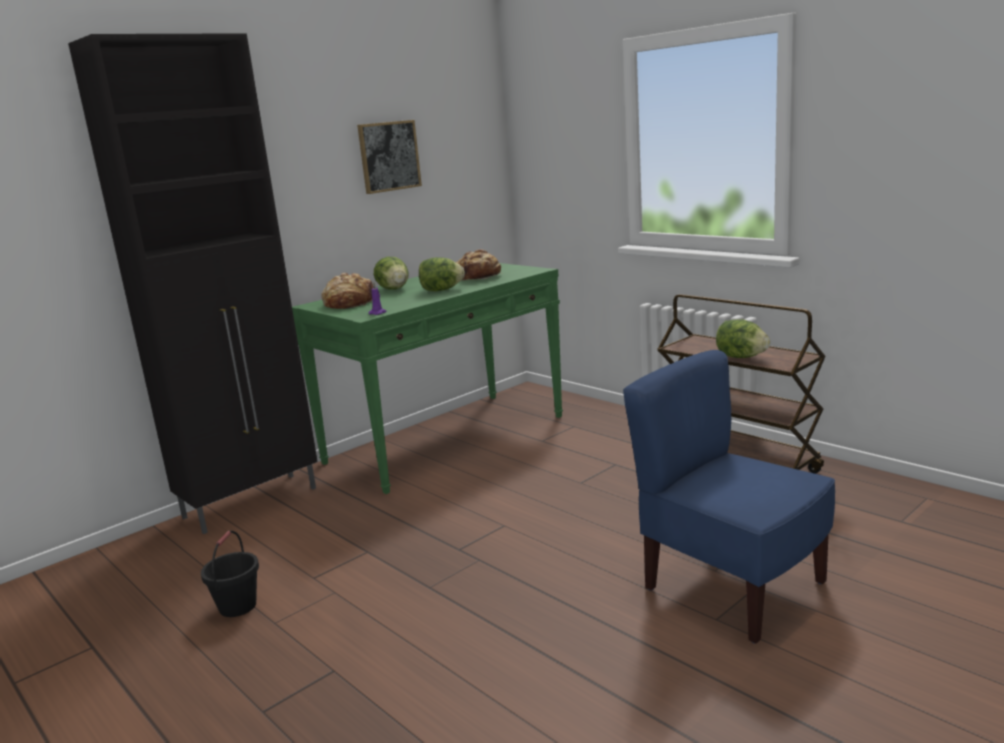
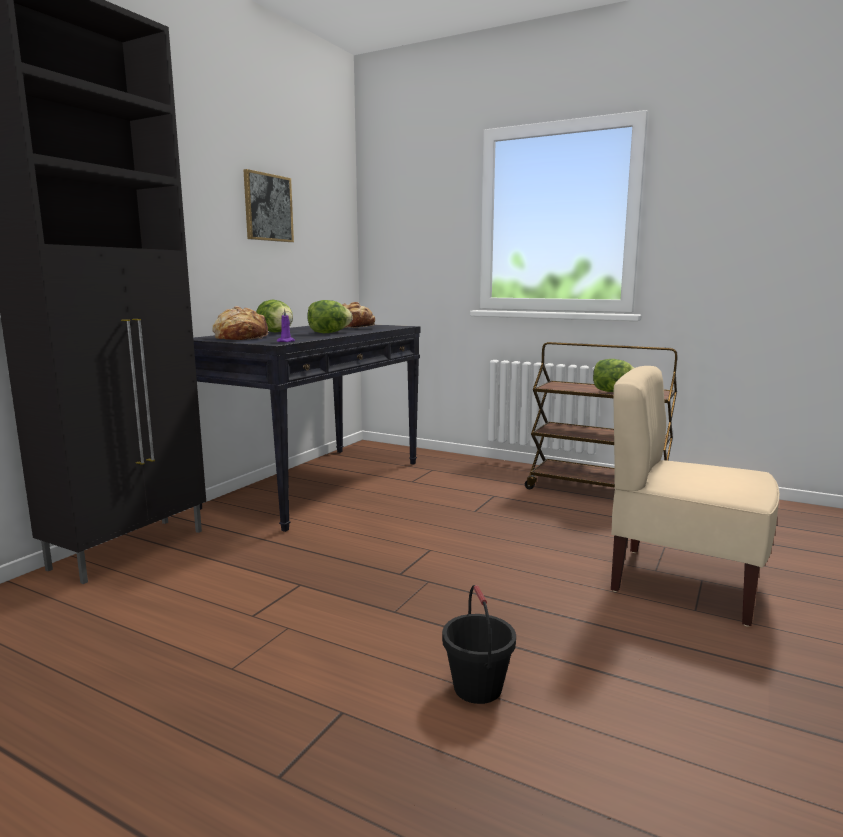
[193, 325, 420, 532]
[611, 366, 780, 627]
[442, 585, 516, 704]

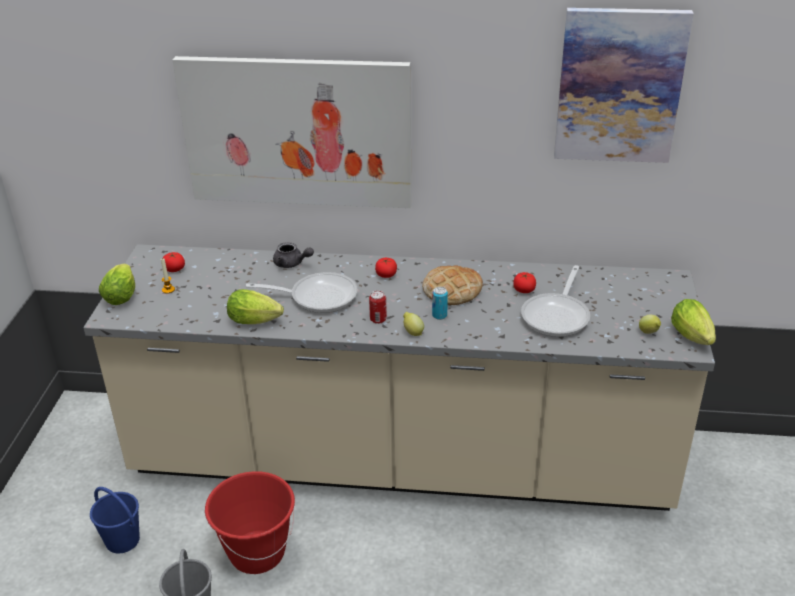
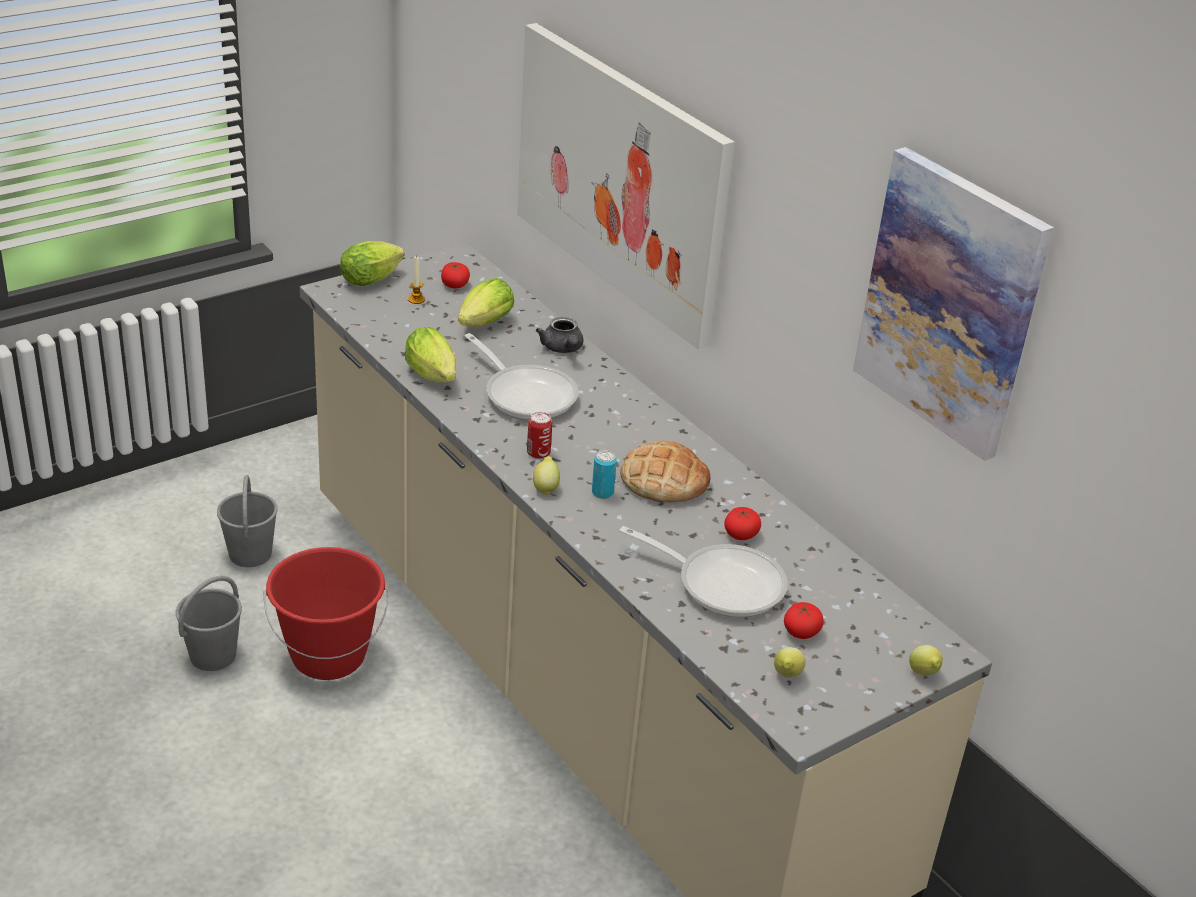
[784, 602, 824, 639]
[619, 526, 788, 617]
[458, 278, 514, 327]
[217, 475, 278, 567]
[909, 645, 943, 676]

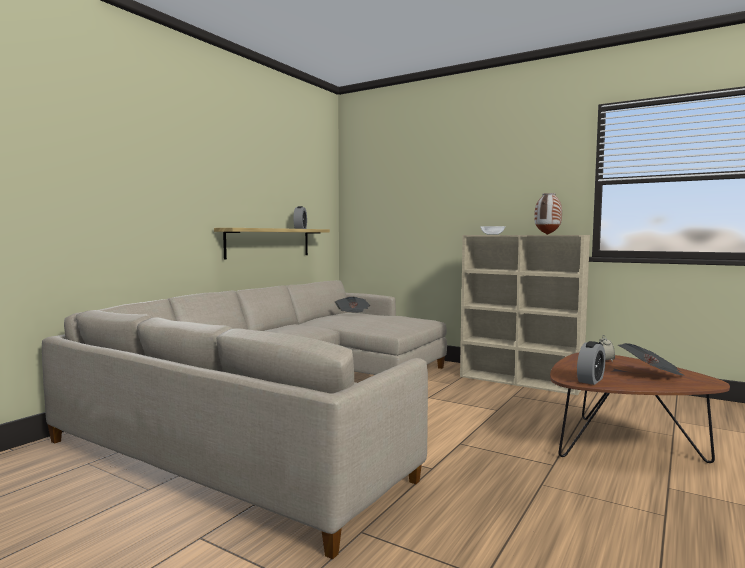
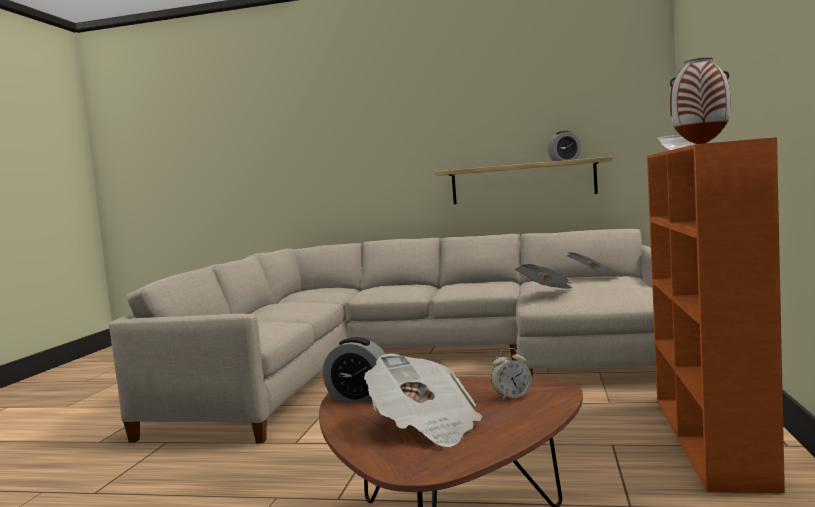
[647, 137, 785, 493]
[515, 264, 573, 289]

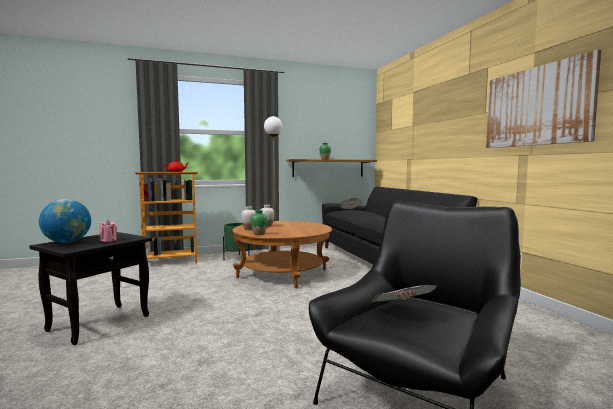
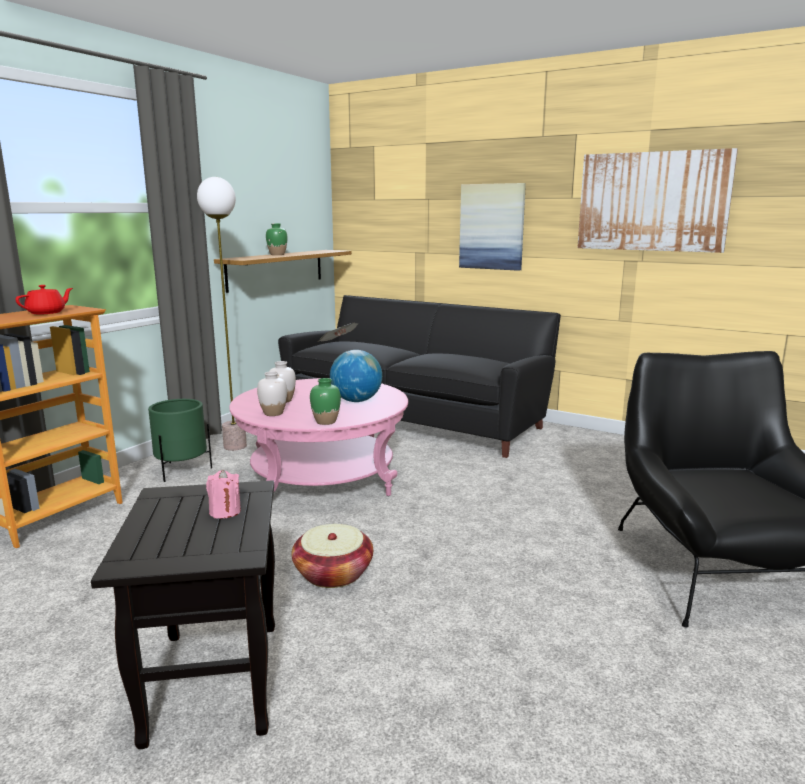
[330, 350, 382, 402]
[229, 378, 408, 496]
[371, 285, 437, 302] (first image)
[459, 183, 526, 271]
[291, 524, 373, 588]

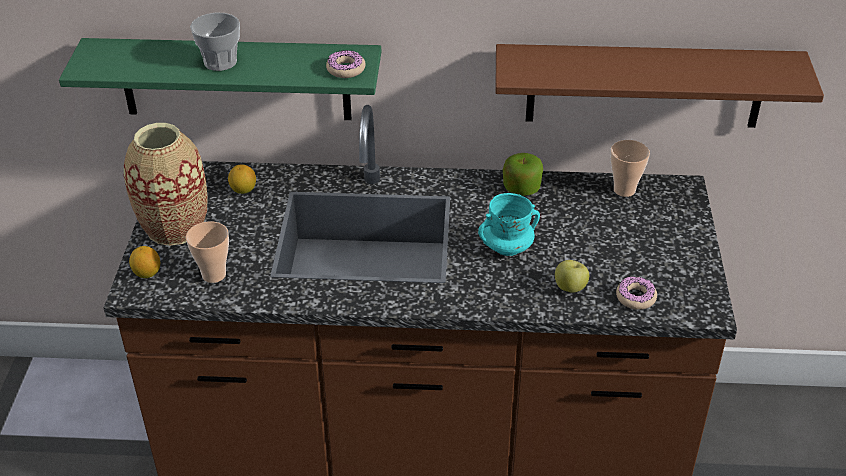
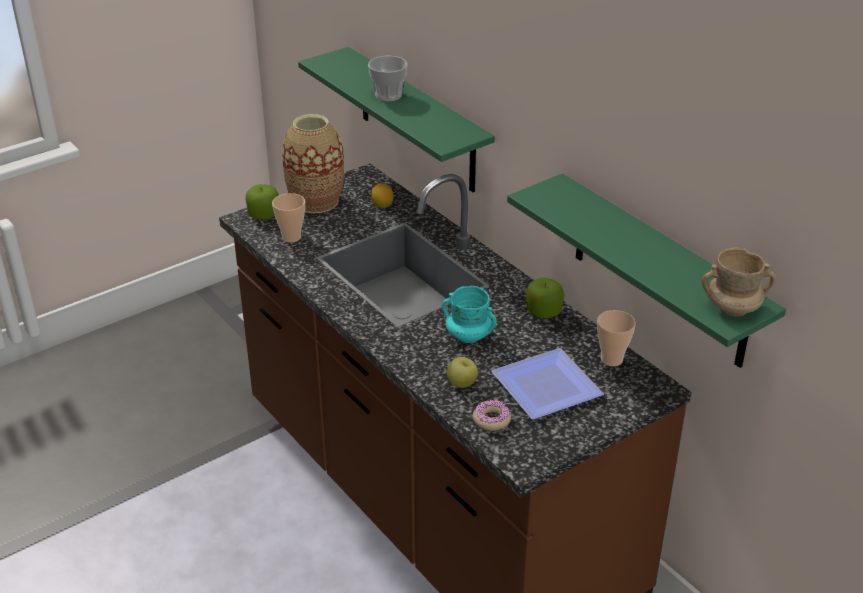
[507, 173, 786, 368]
[326, 50, 366, 78] (first image)
[245, 184, 279, 219]
[702, 248, 776, 316]
[491, 348, 604, 420]

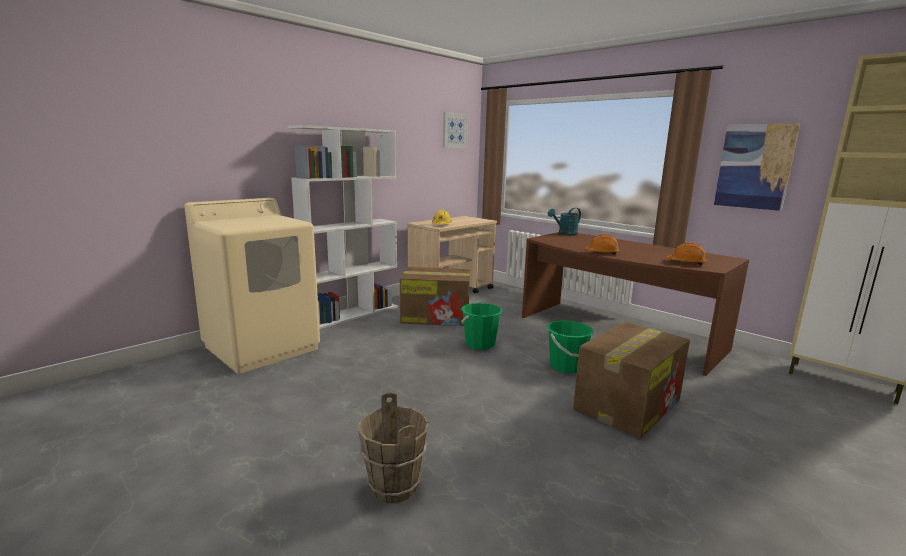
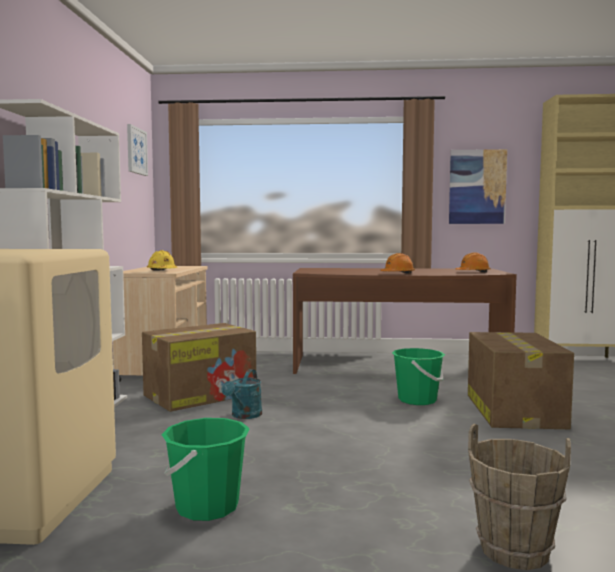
[222, 369, 262, 419]
[162, 418, 249, 521]

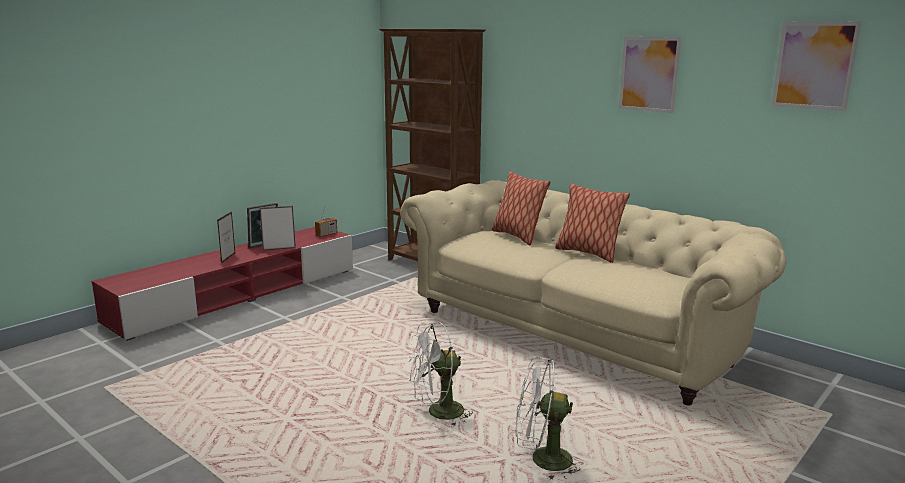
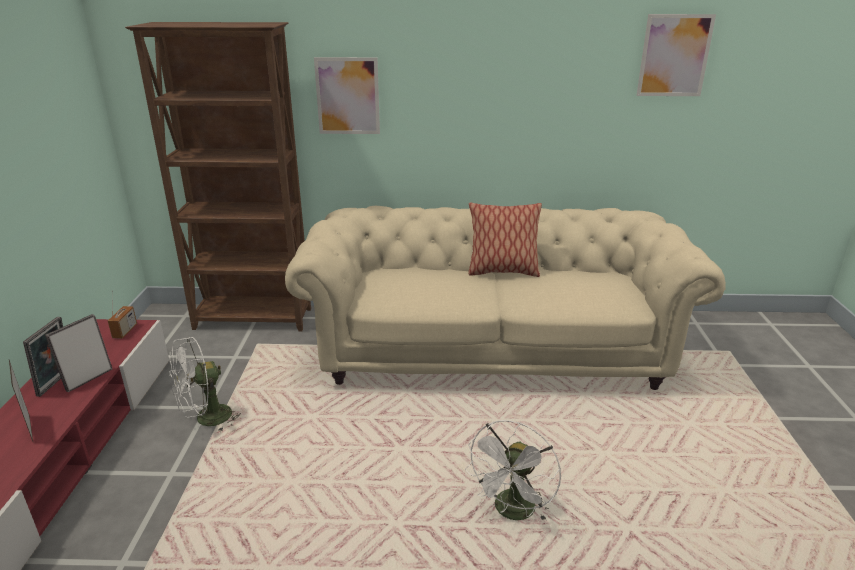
[314, 57, 380, 134]
[492, 171, 550, 245] (first image)
[170, 337, 241, 432]

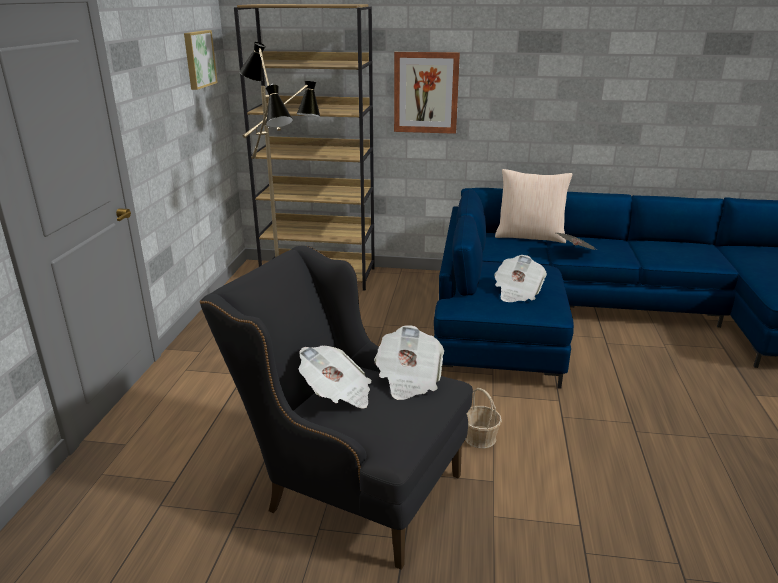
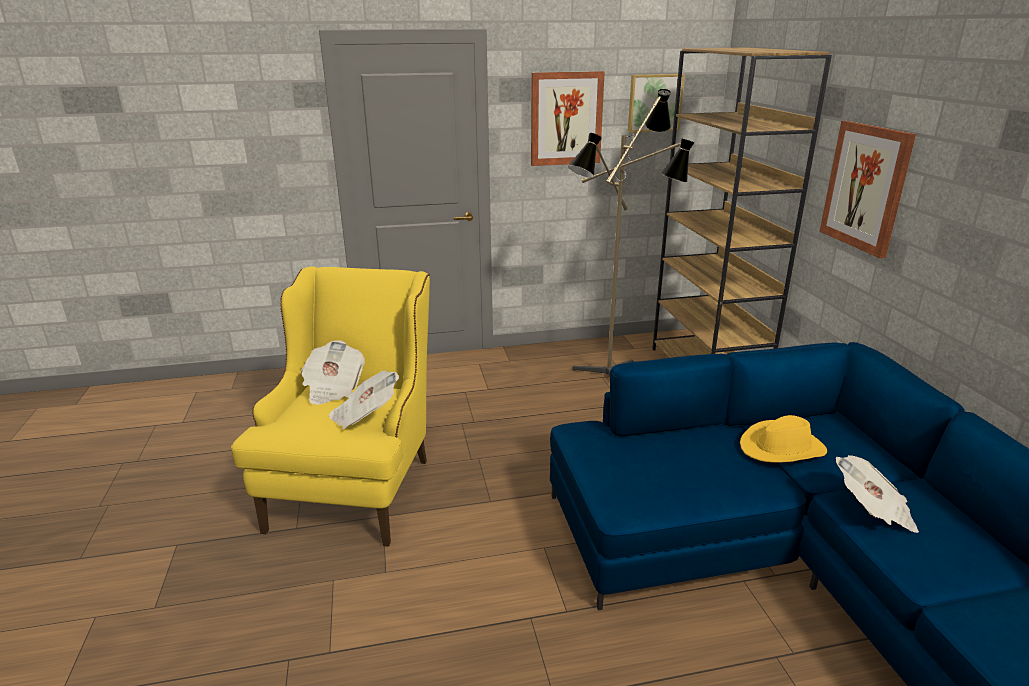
[495, 169, 573, 243] (first image)
[231, 267, 430, 547]
[494, 255, 547, 302] (first image)
[465, 388, 502, 448] (first image)
[531, 71, 605, 166]
[740, 415, 827, 463]

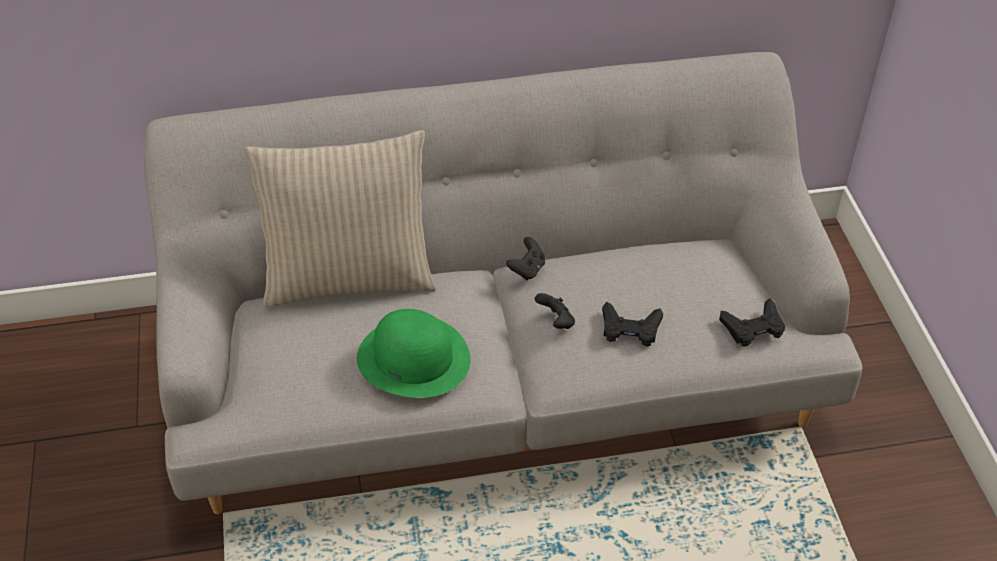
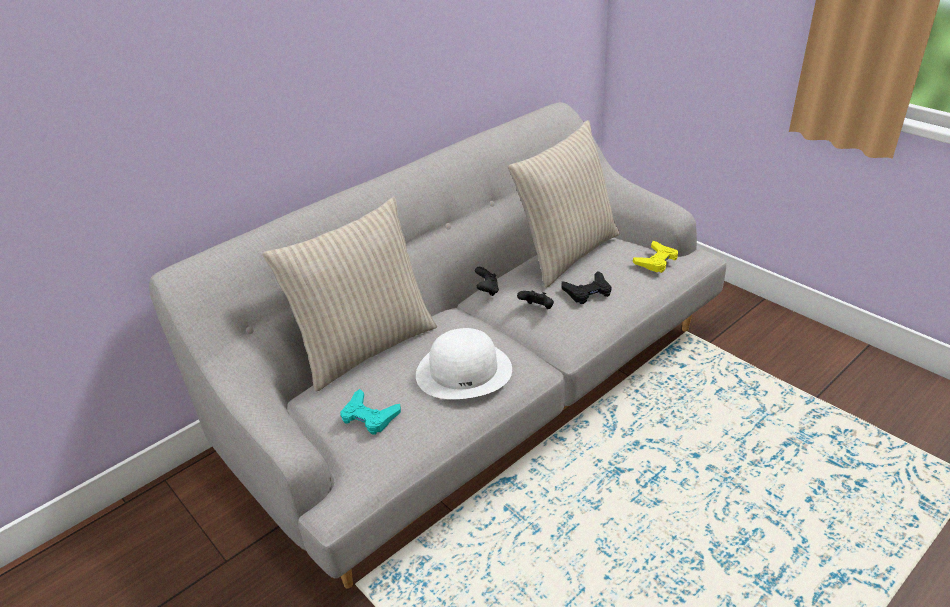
[633, 241, 678, 273]
[416, 328, 512, 399]
[508, 120, 619, 288]
[340, 389, 401, 435]

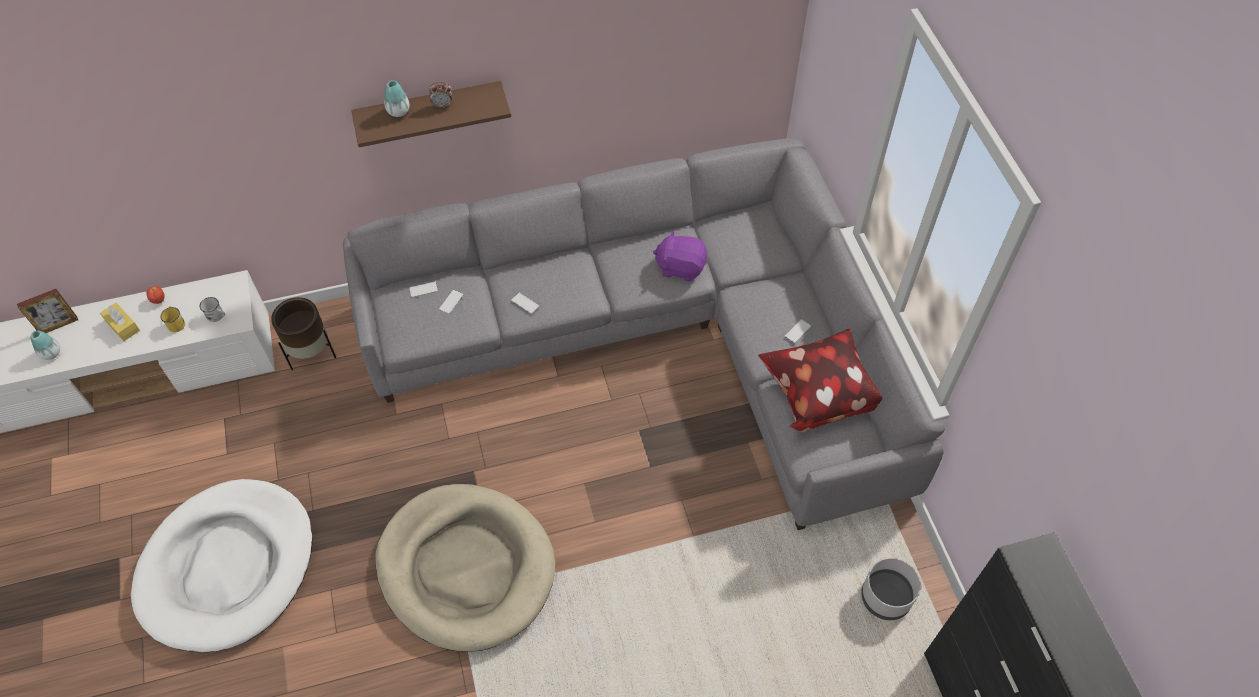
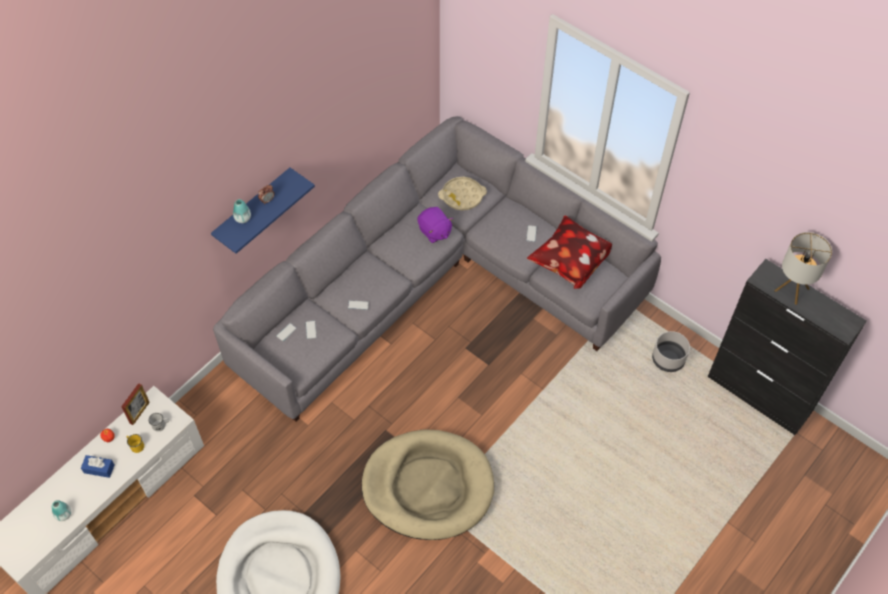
[211, 168, 315, 254]
[417, 207, 453, 243]
[121, 383, 150, 425]
[271, 297, 336, 370] (first image)
[81, 455, 114, 478]
[438, 177, 487, 210]
[774, 232, 832, 305]

